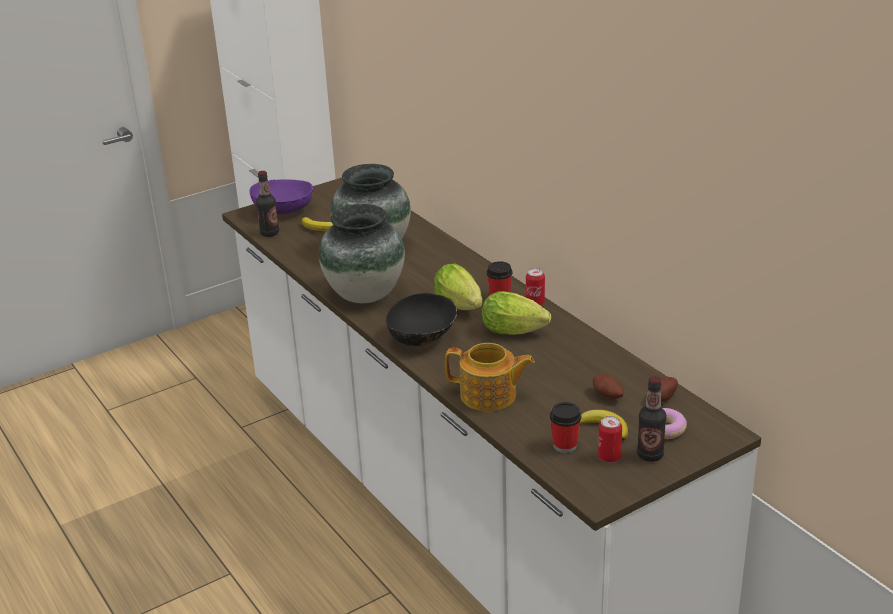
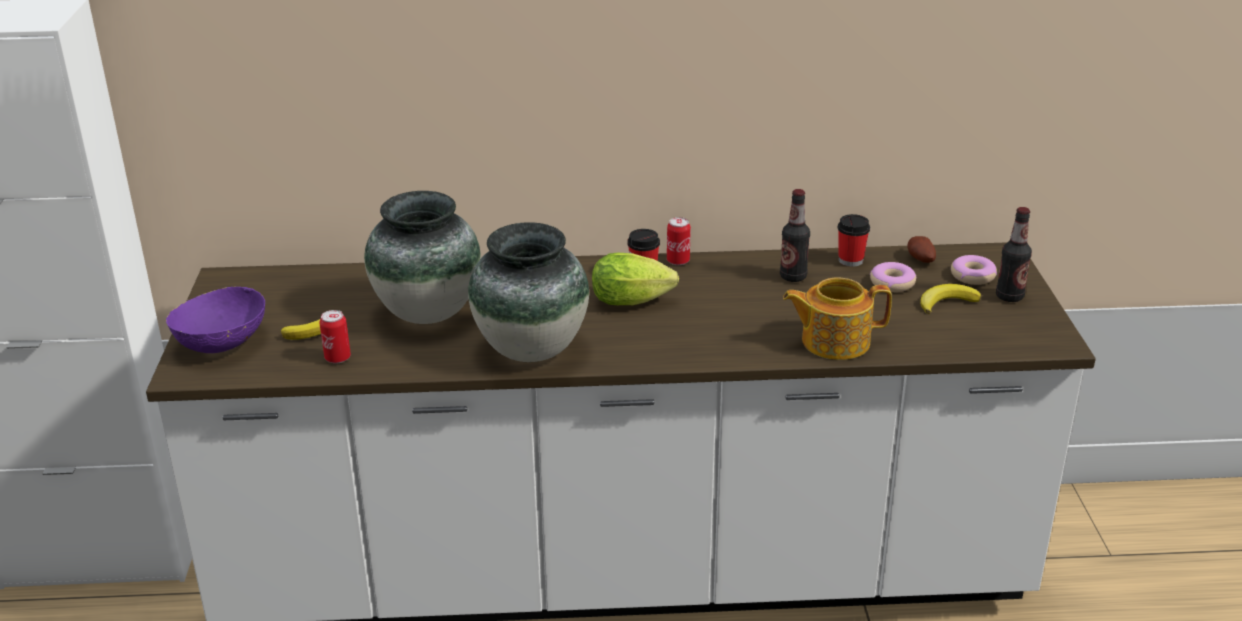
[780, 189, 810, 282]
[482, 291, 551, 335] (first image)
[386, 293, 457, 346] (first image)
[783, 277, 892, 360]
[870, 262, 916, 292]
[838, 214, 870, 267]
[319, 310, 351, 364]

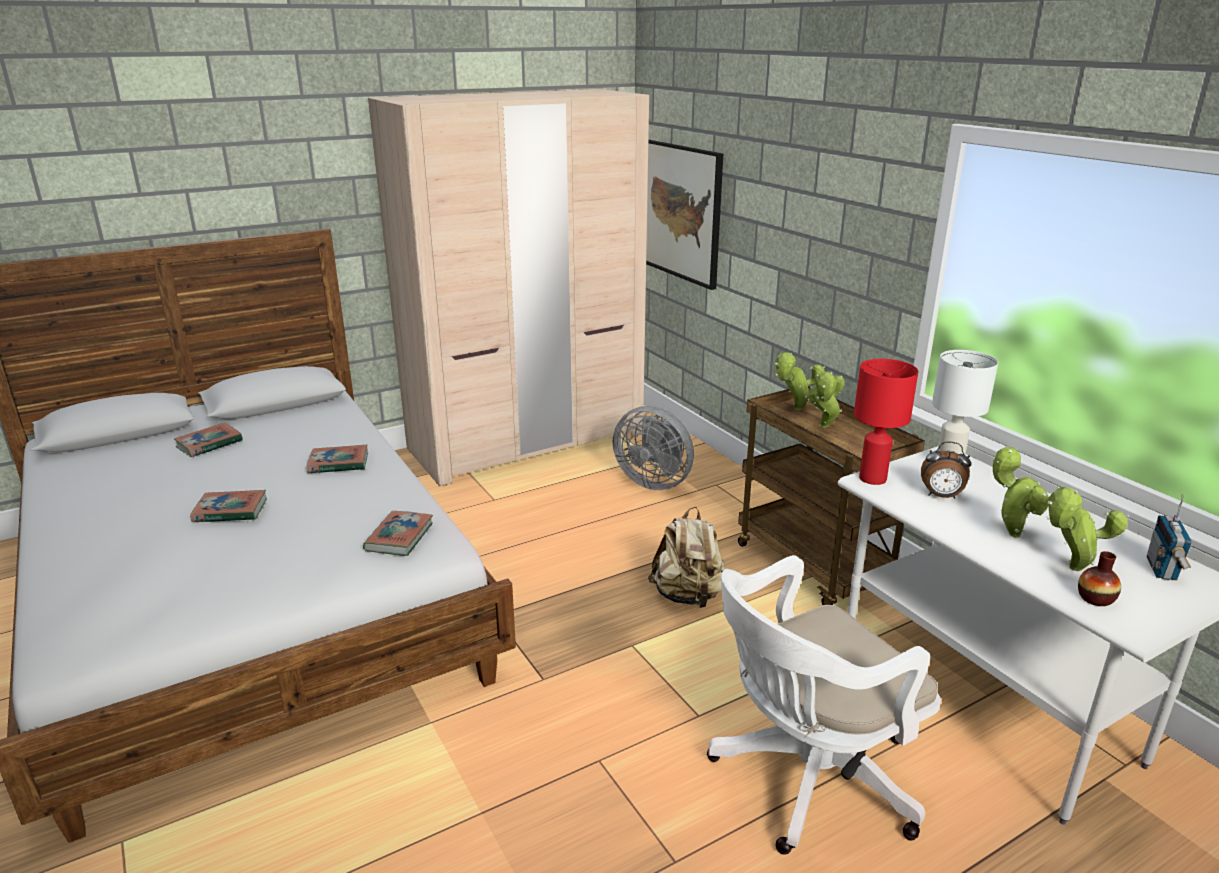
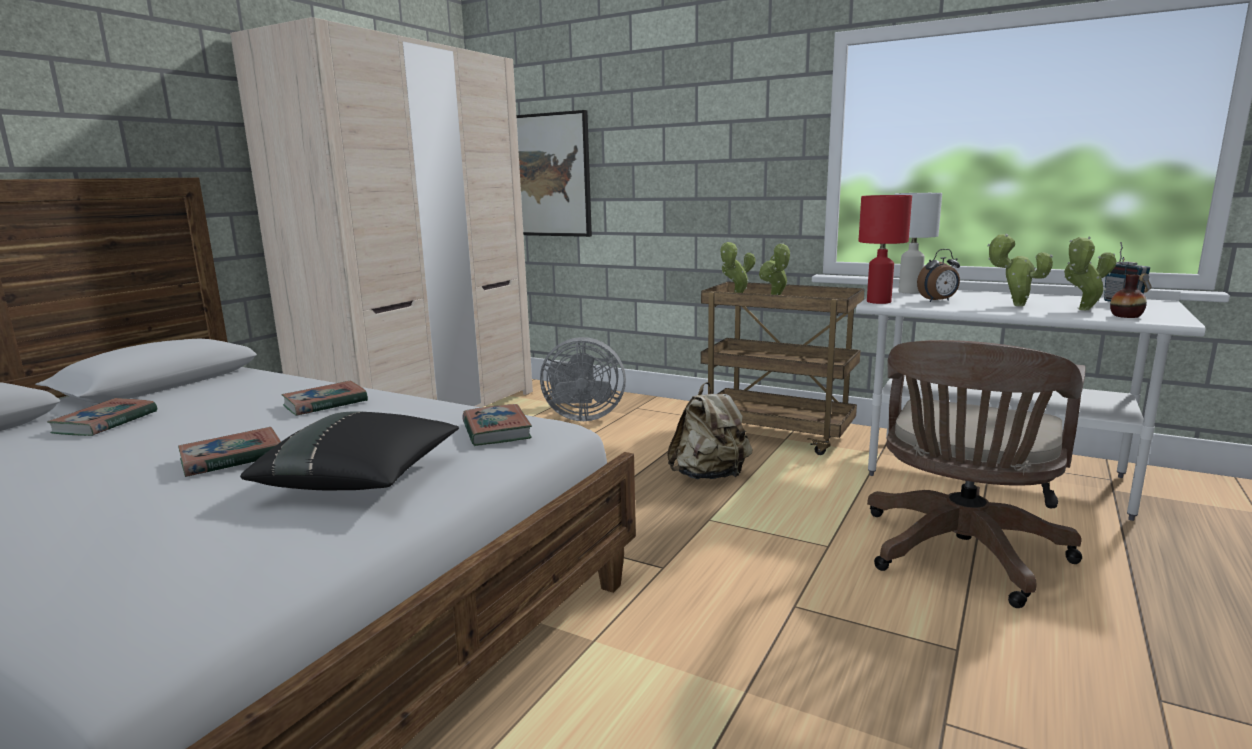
[867, 340, 1085, 608]
[240, 411, 459, 490]

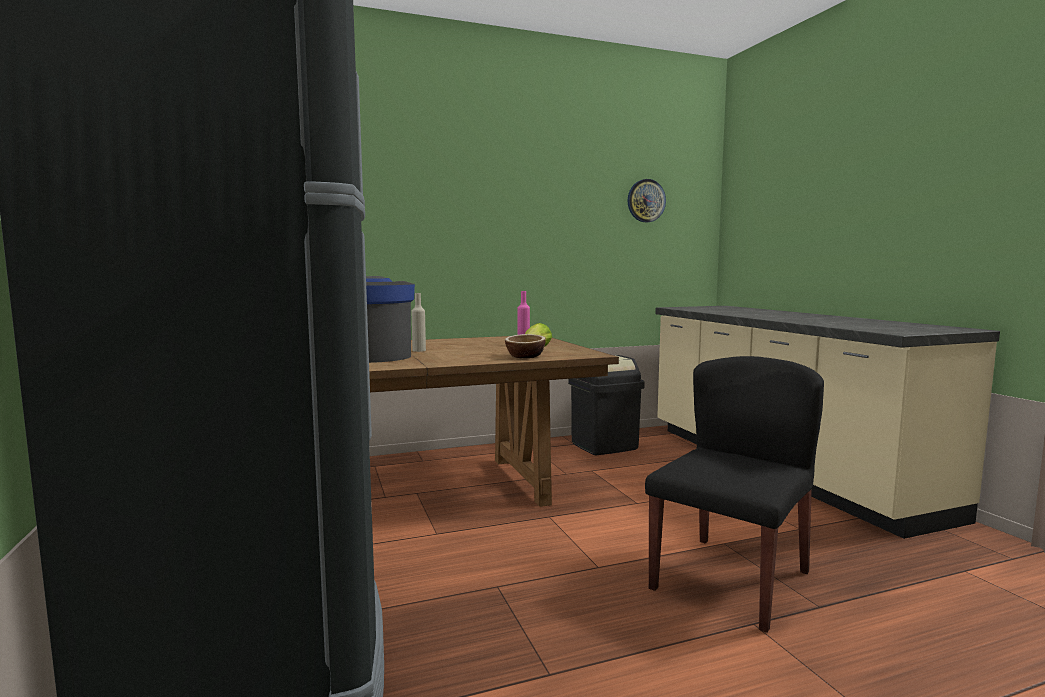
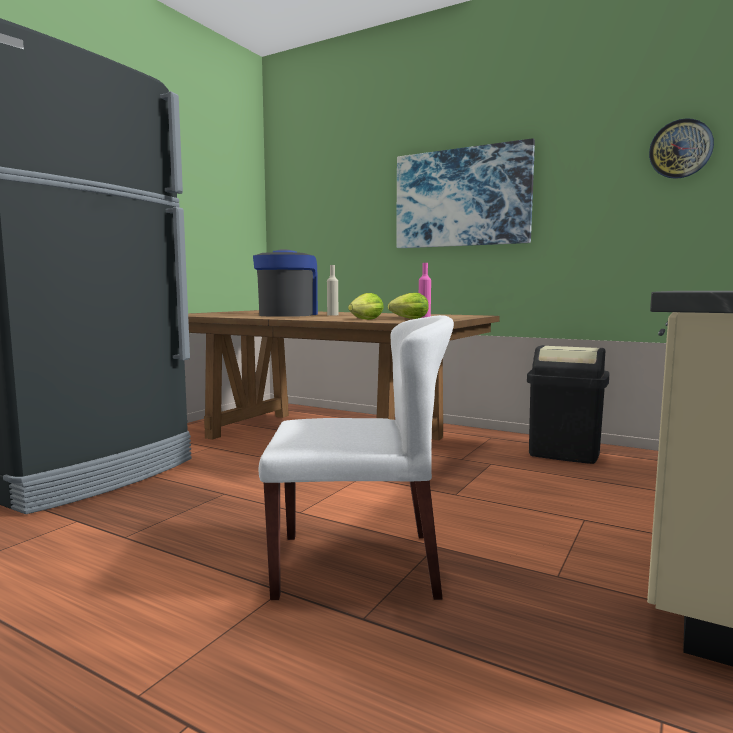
[348, 293, 384, 320]
[259, 315, 454, 600]
[396, 138, 535, 248]

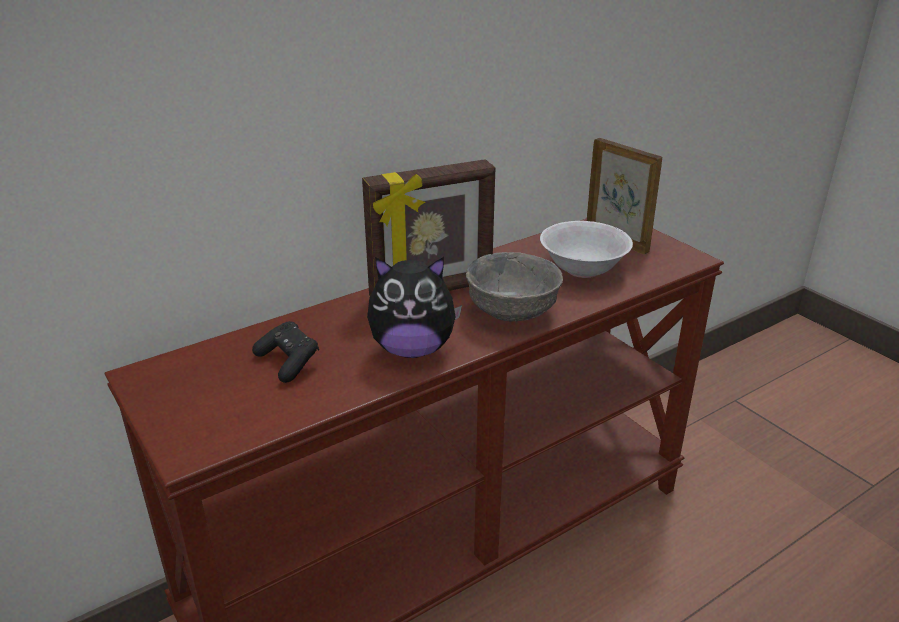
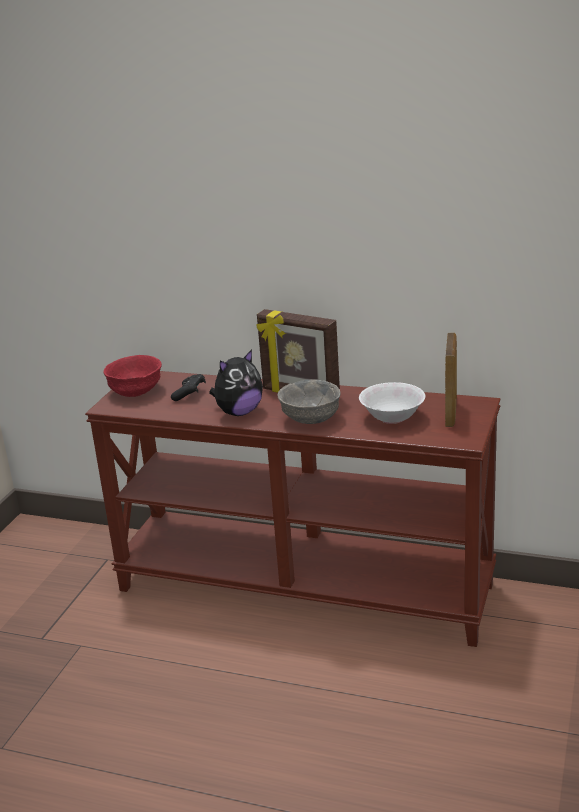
[209, 349, 263, 416]
[104, 355, 162, 397]

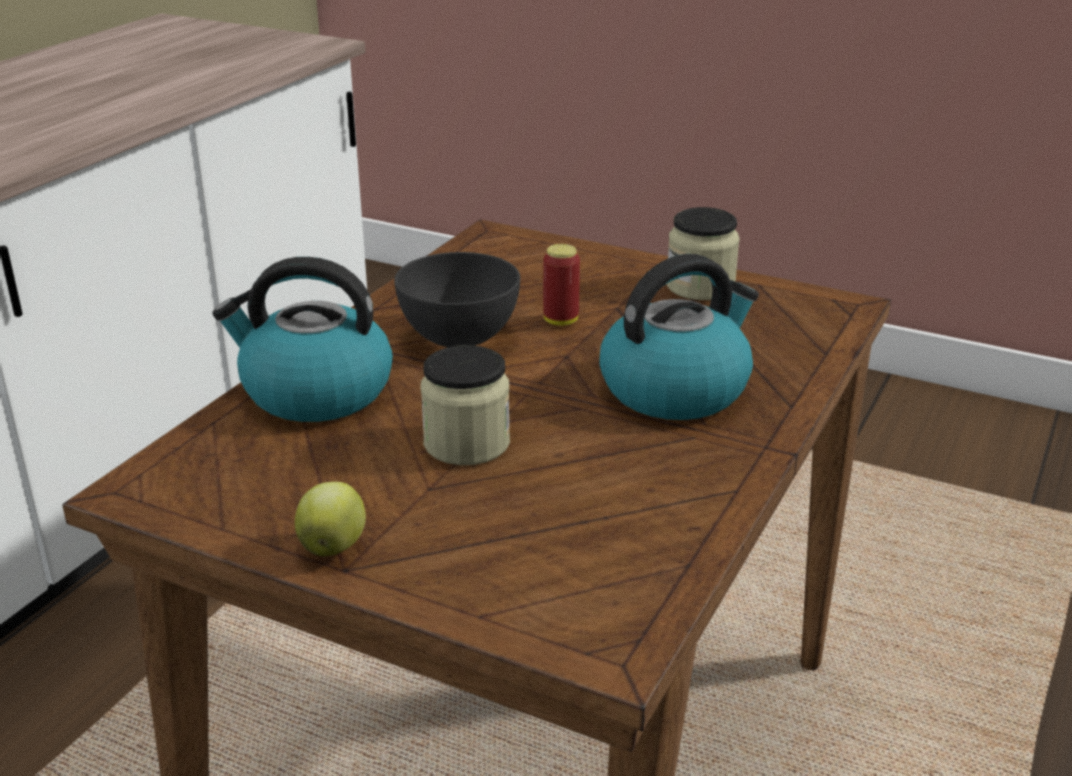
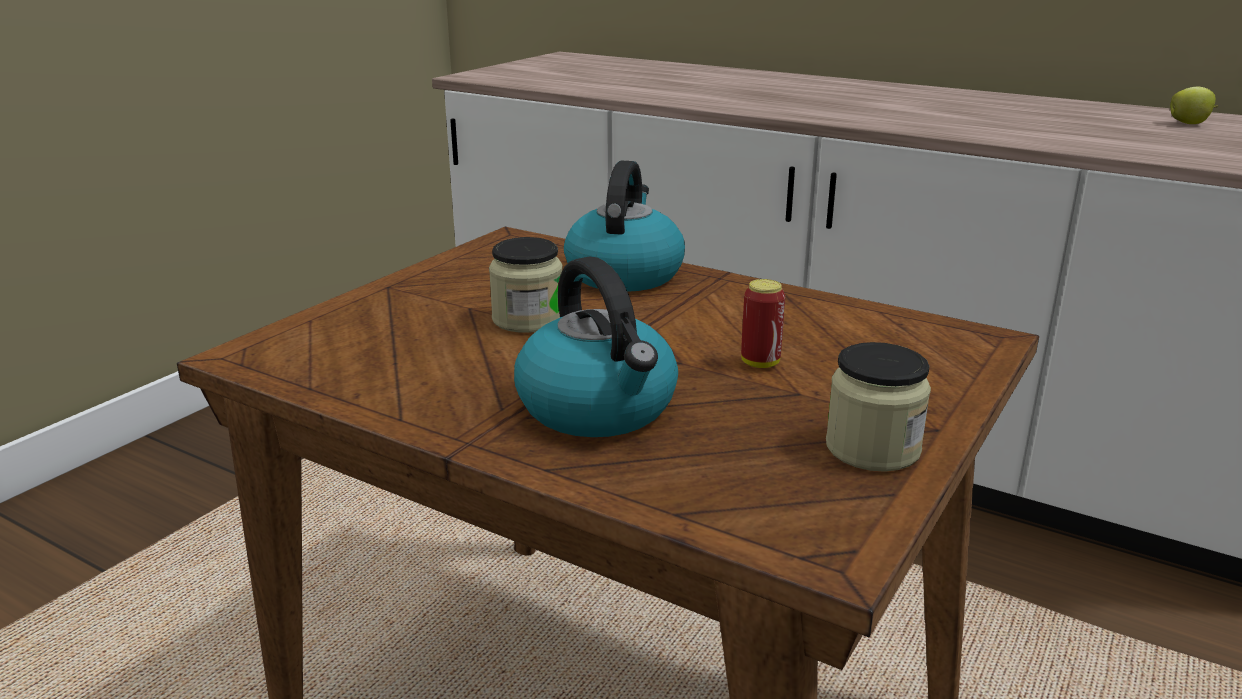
[394, 252, 520, 347] (first image)
[1170, 87, 1218, 124]

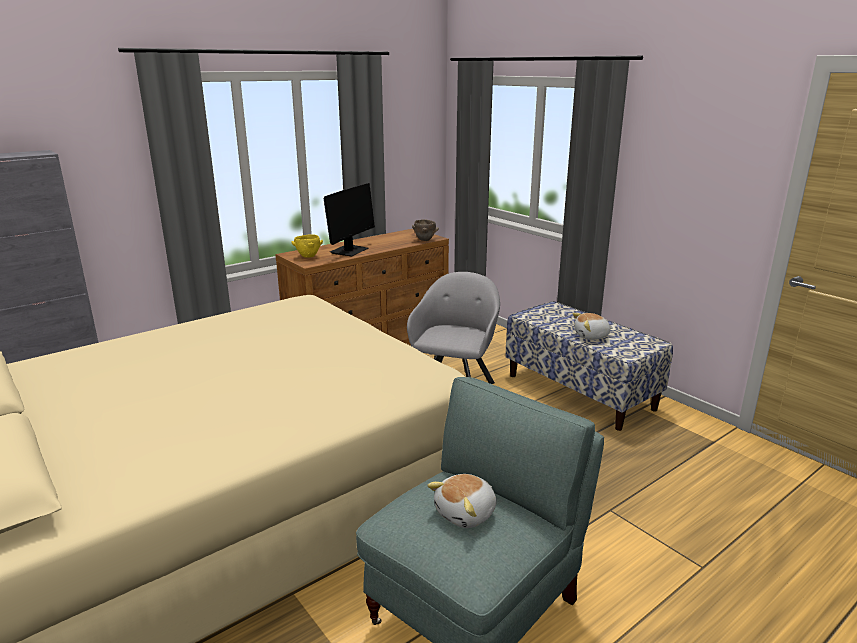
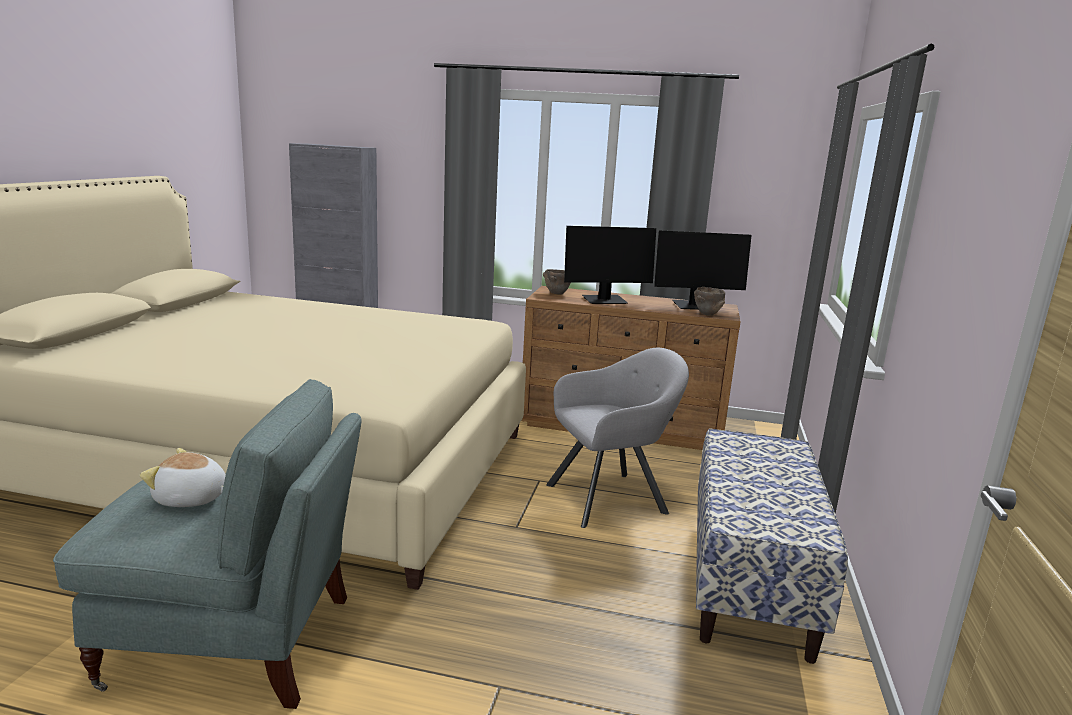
[543, 269, 571, 295]
[572, 313, 613, 340] (first image)
[654, 230, 752, 310]

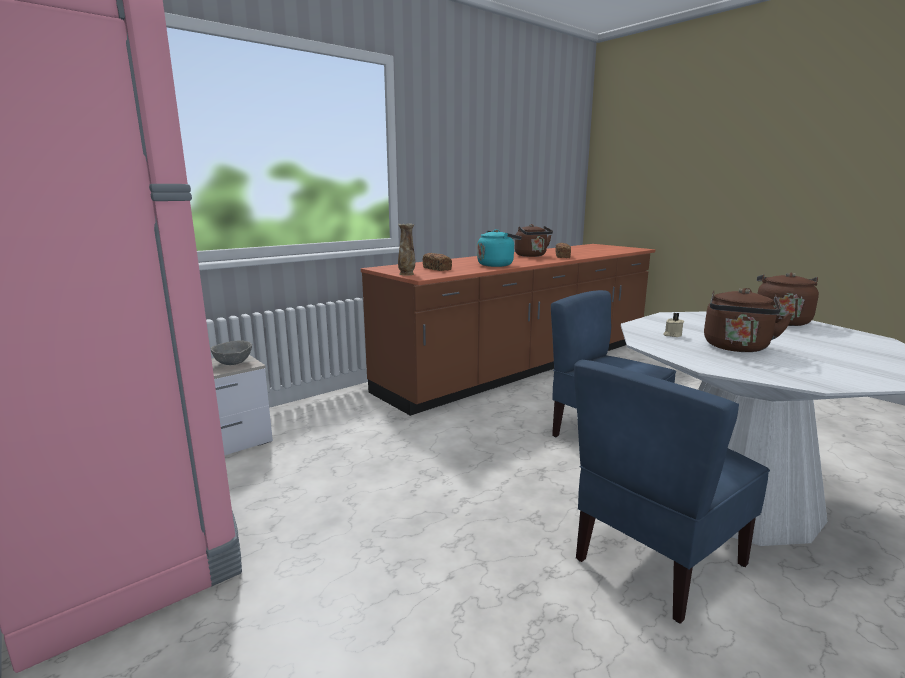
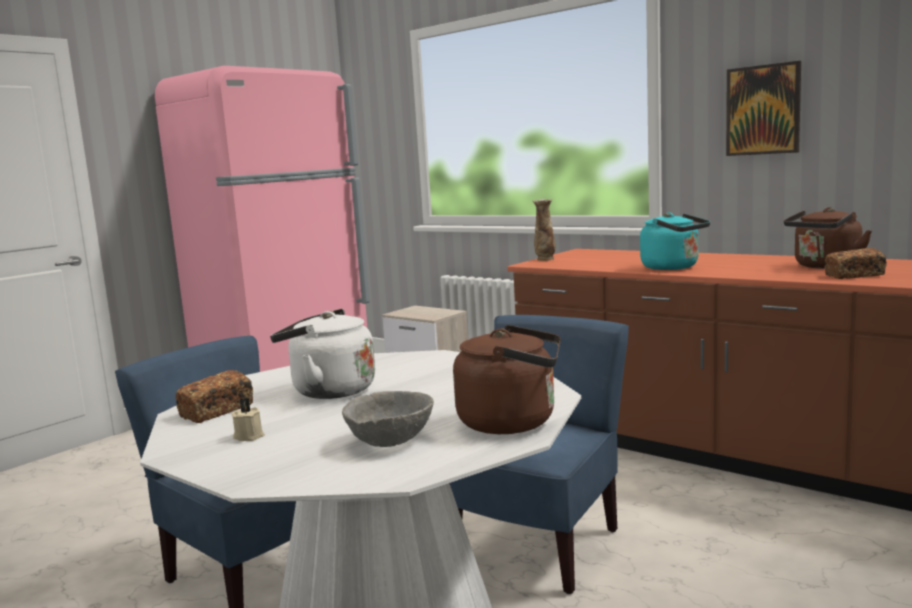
[176, 370, 253, 423]
[270, 309, 375, 399]
[231, 398, 265, 441]
[342, 391, 434, 447]
[726, 61, 801, 156]

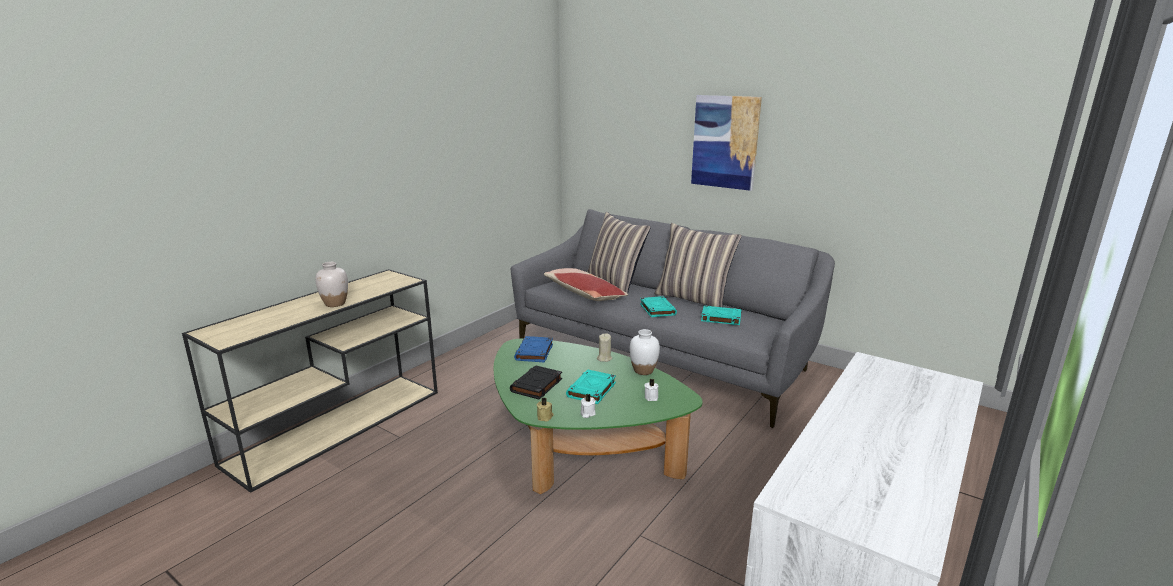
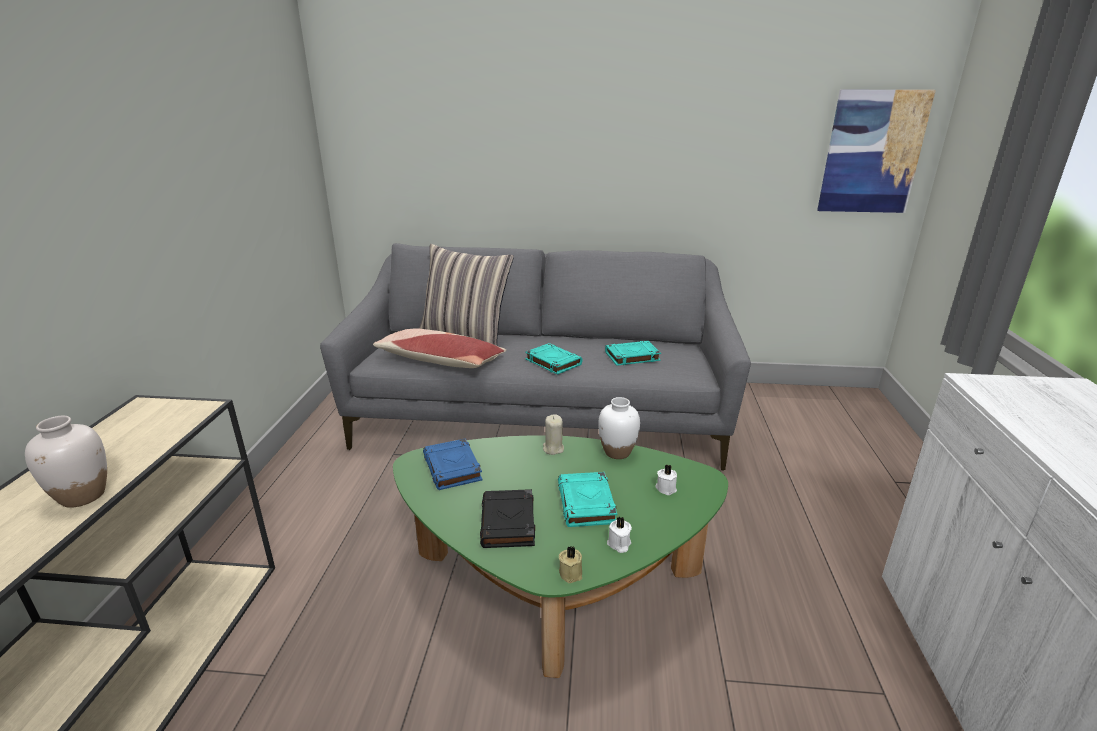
[817, 90, 936, 213]
[654, 223, 742, 307] (first image)

